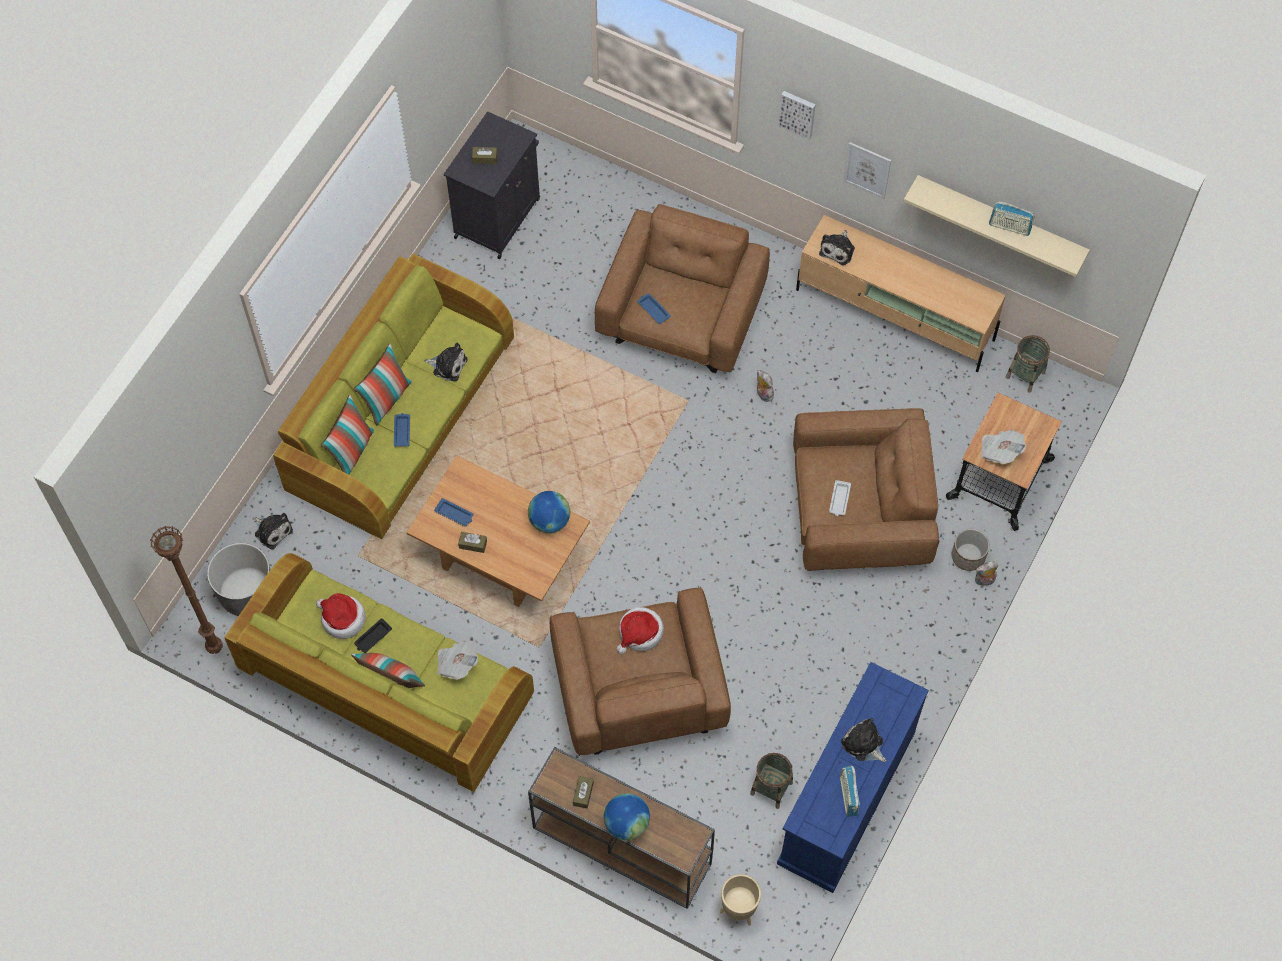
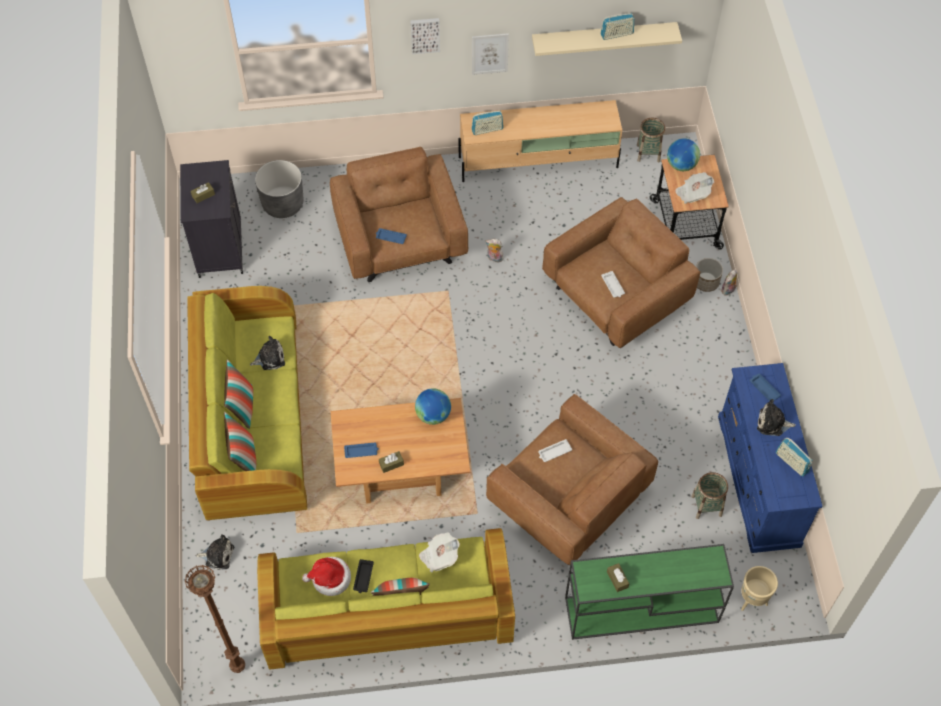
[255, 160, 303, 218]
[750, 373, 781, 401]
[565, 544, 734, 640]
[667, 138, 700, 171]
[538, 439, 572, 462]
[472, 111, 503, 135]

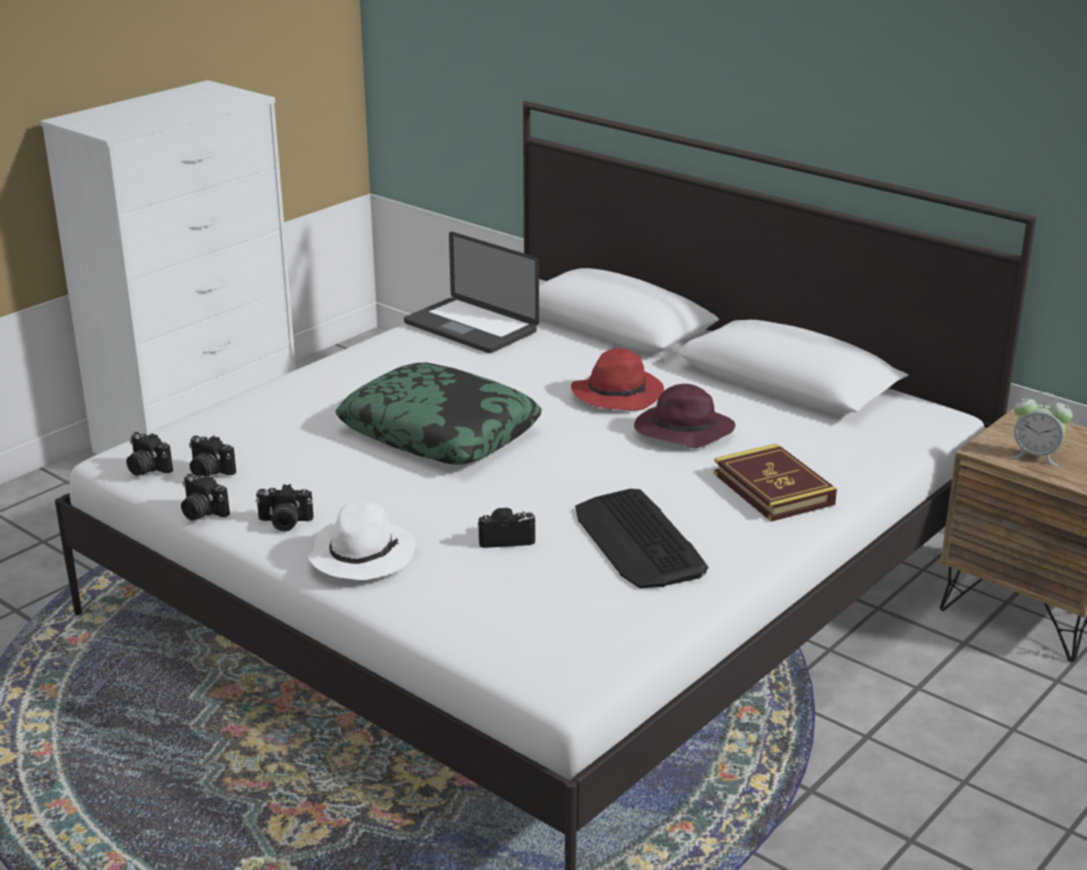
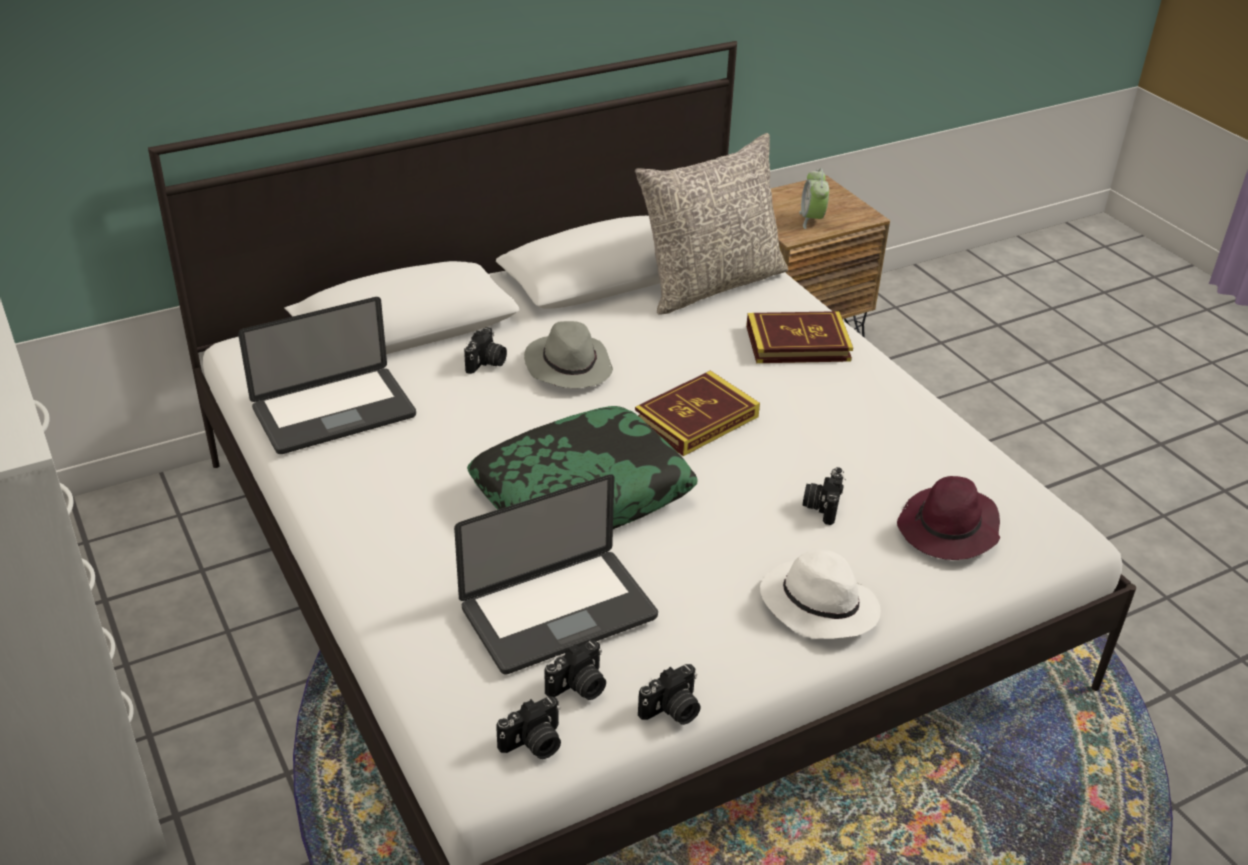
[464, 327, 507, 374]
[524, 321, 613, 388]
[575, 489, 708, 588] (first image)
[897, 476, 1000, 560]
[799, 168, 829, 229]
[454, 474, 658, 674]
[635, 133, 788, 314]
[635, 371, 760, 456]

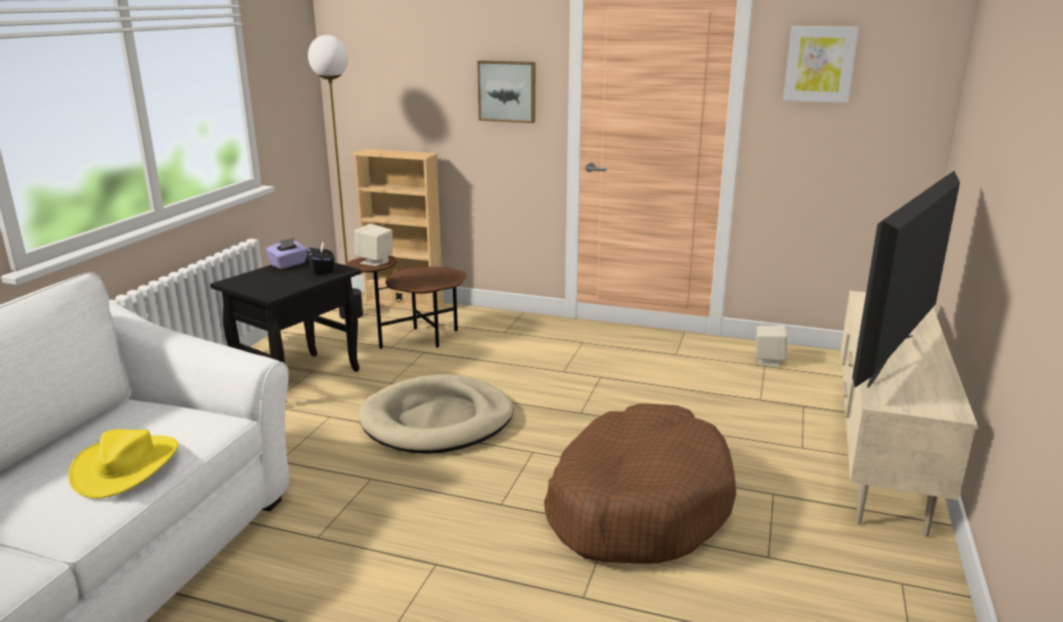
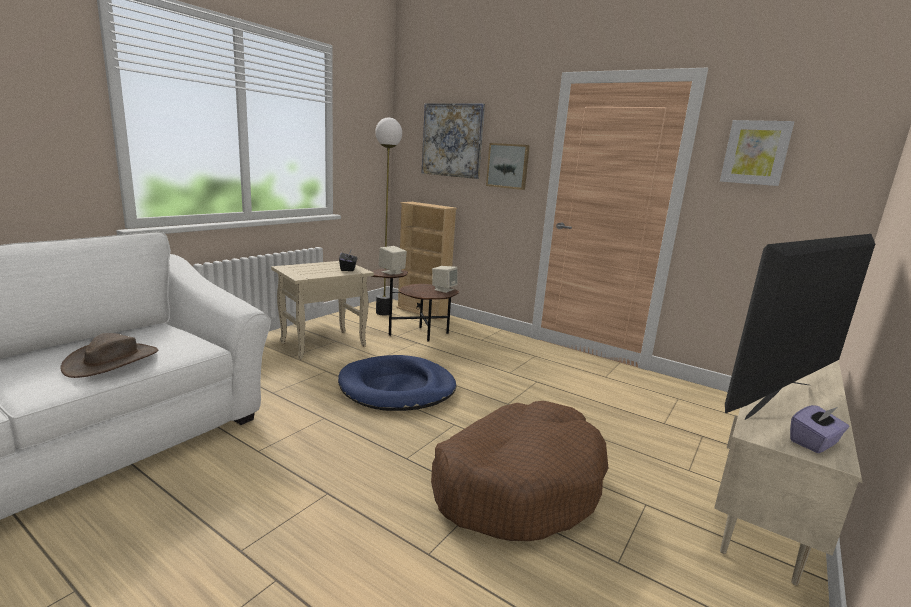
[60, 333, 158, 378]
[271, 261, 374, 360]
[790, 405, 849, 453]
[338, 355, 456, 411]
[432, 266, 457, 293]
[422, 103, 485, 179]

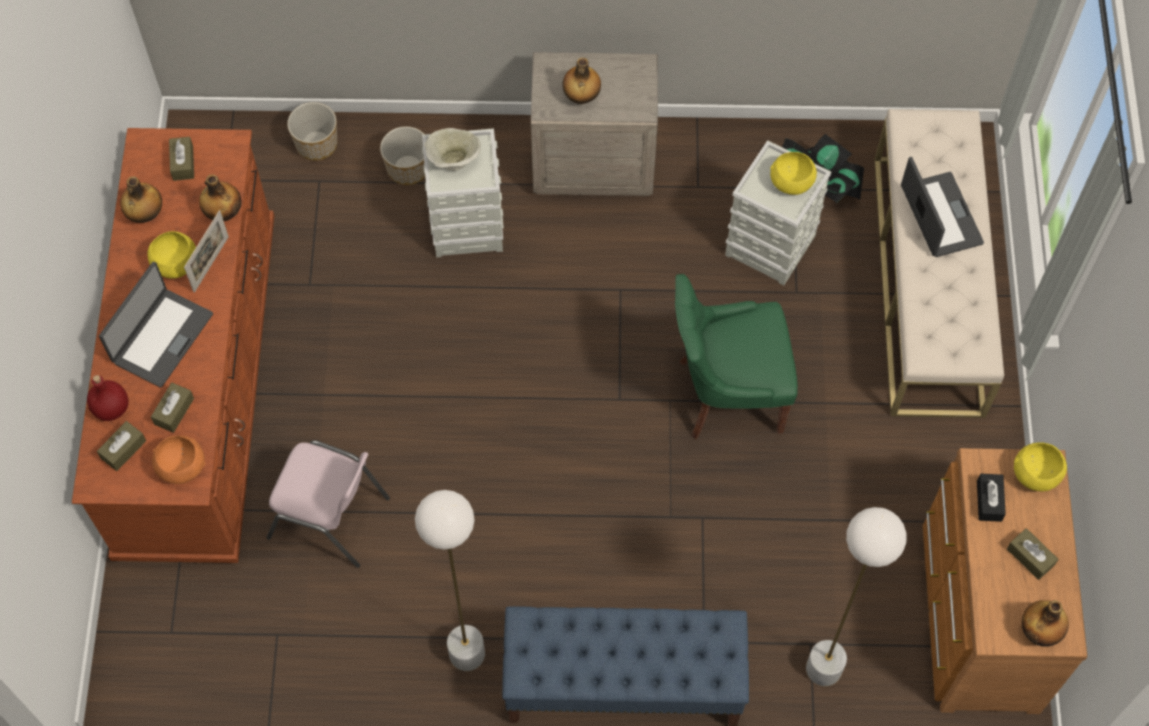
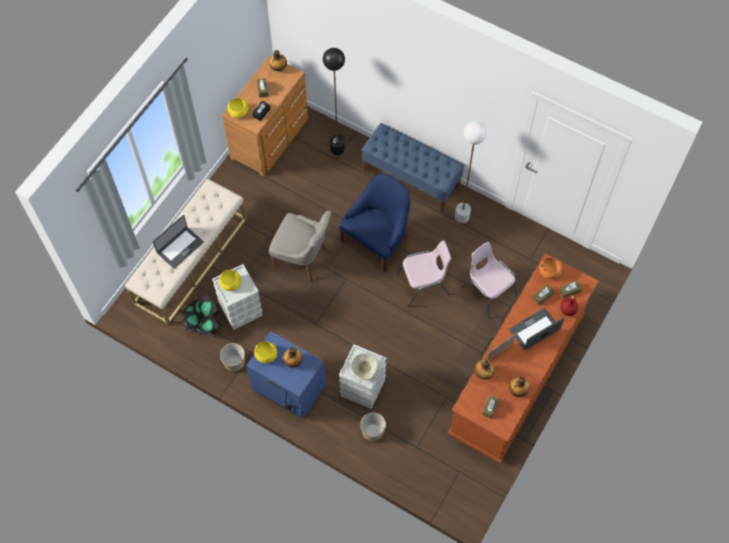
[254, 341, 277, 363]
[220, 343, 245, 372]
[246, 331, 326, 419]
[269, 210, 331, 282]
[323, 48, 345, 155]
[153, 215, 204, 268]
[339, 174, 410, 272]
[396, 240, 451, 307]

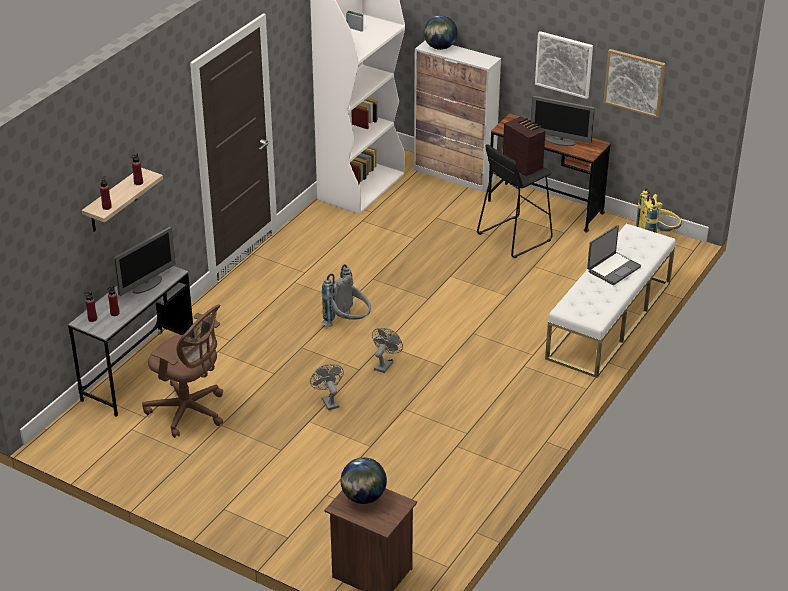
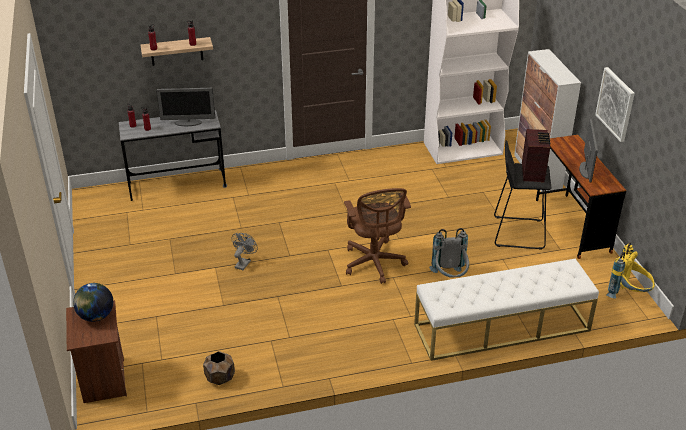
[344, 188, 411, 284]
[429, 228, 469, 278]
[372, 328, 403, 373] (first image)
[424, 15, 458, 50] (first image)
[579, 119, 598, 182]
[587, 225, 641, 285] (first image)
[603, 49, 665, 118] (first image)
[203, 351, 235, 385]

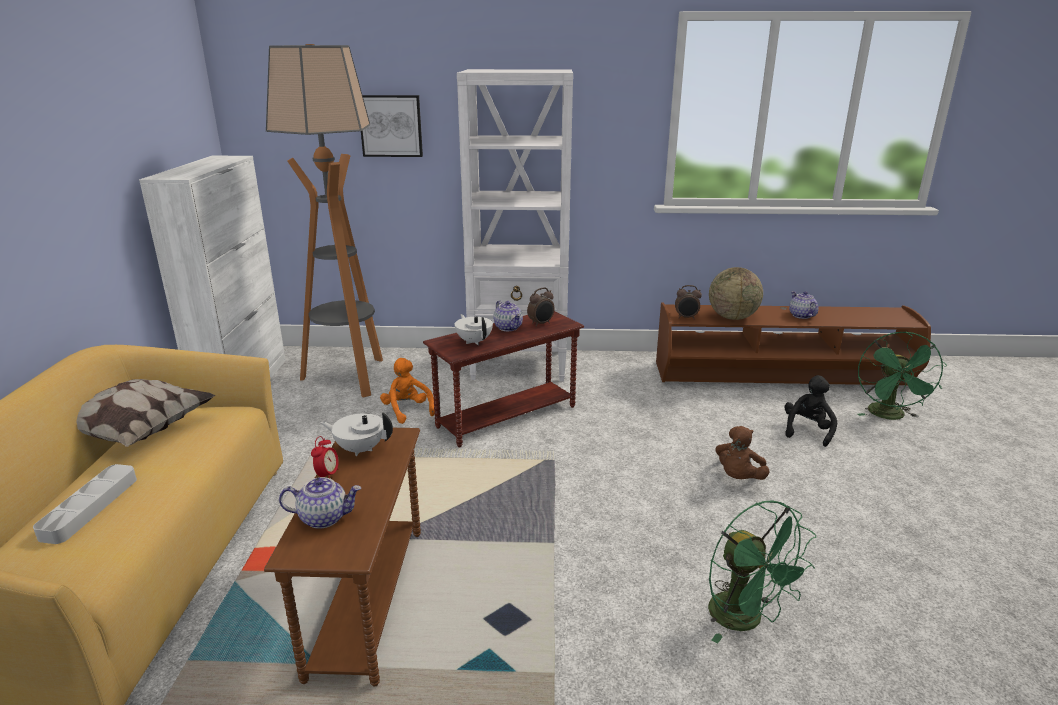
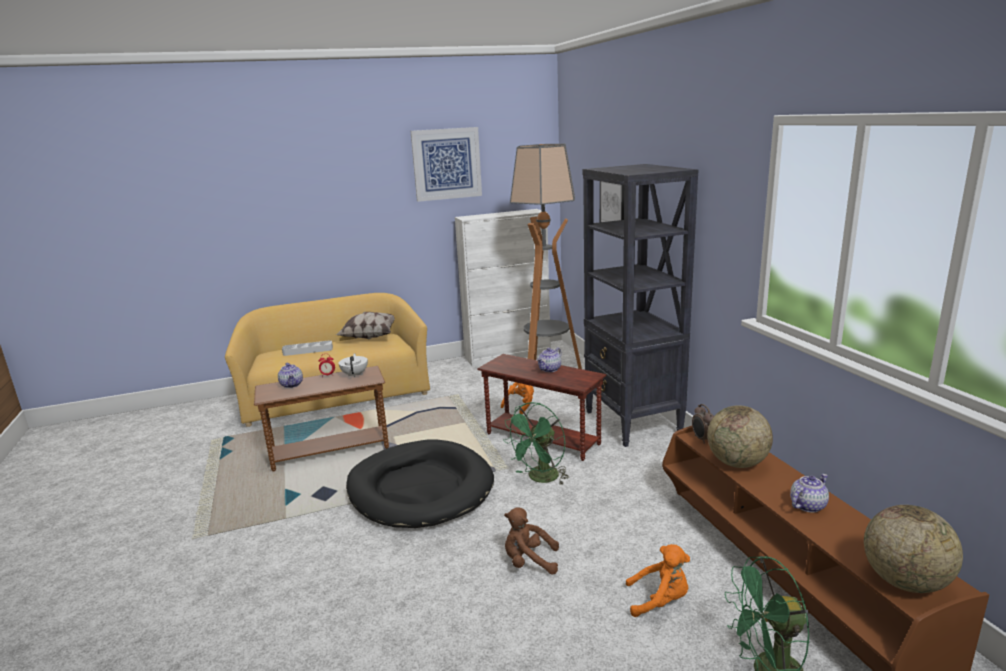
[455, 314, 493, 345] (first image)
[583, 164, 699, 447]
[527, 287, 555, 327] (first image)
[503, 402, 569, 484]
[626, 544, 690, 617]
[346, 439, 494, 528]
[411, 127, 482, 202]
[864, 505, 963, 593]

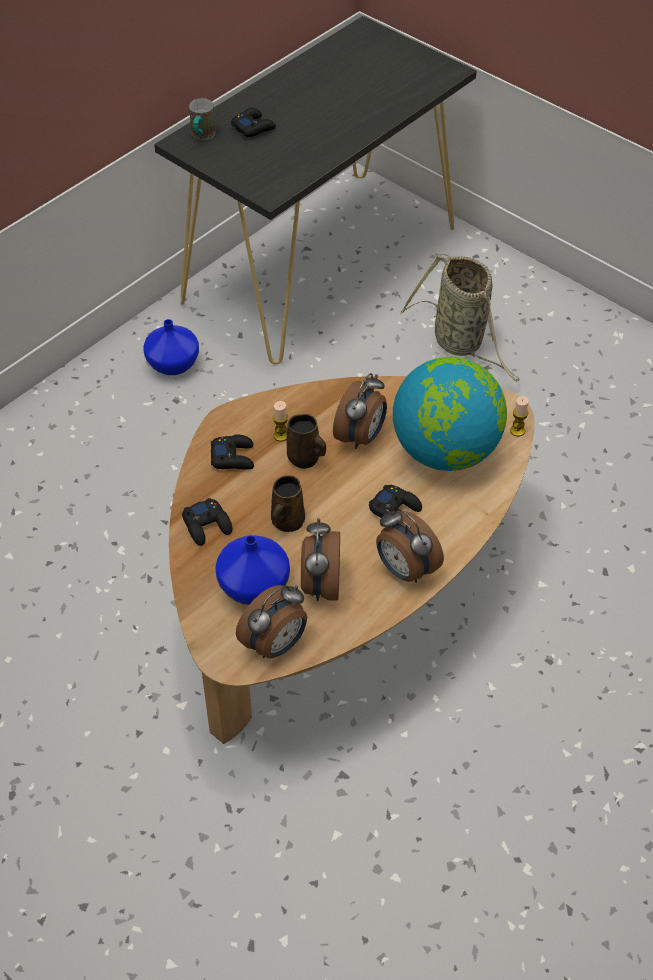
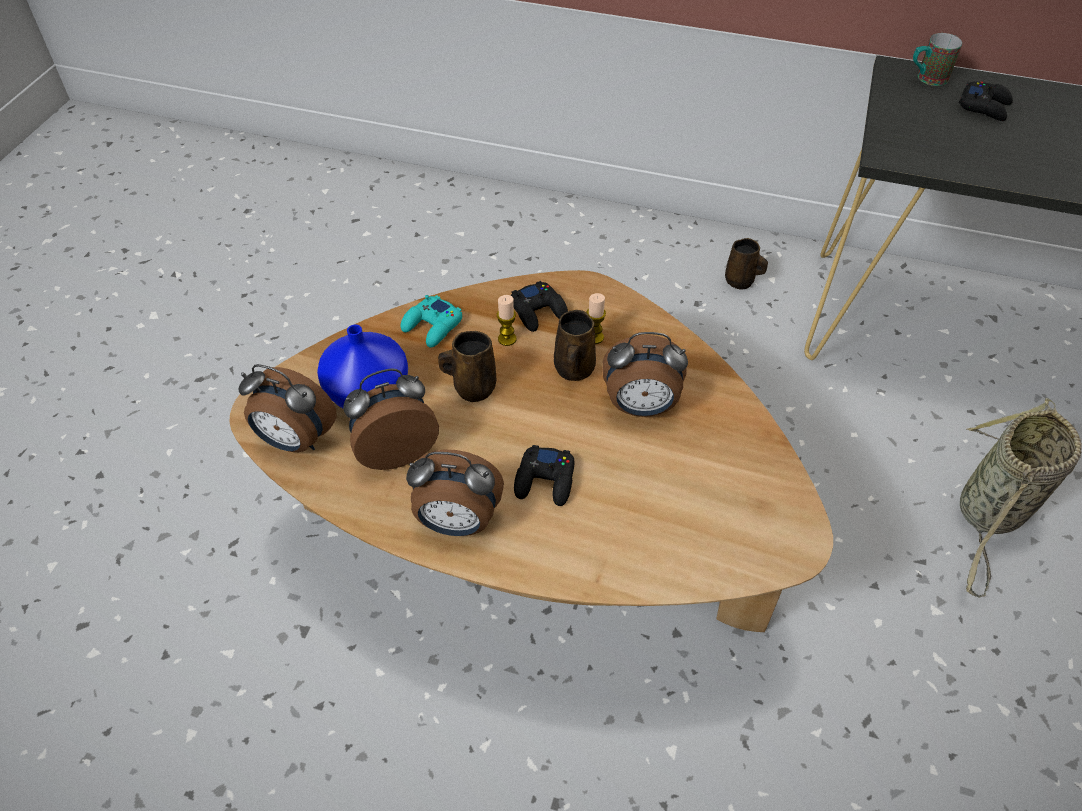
[725, 238, 768, 289]
[401, 295, 462, 348]
[406, 450, 504, 536]
[393, 357, 507, 471] (first image)
[497, 295, 516, 346]

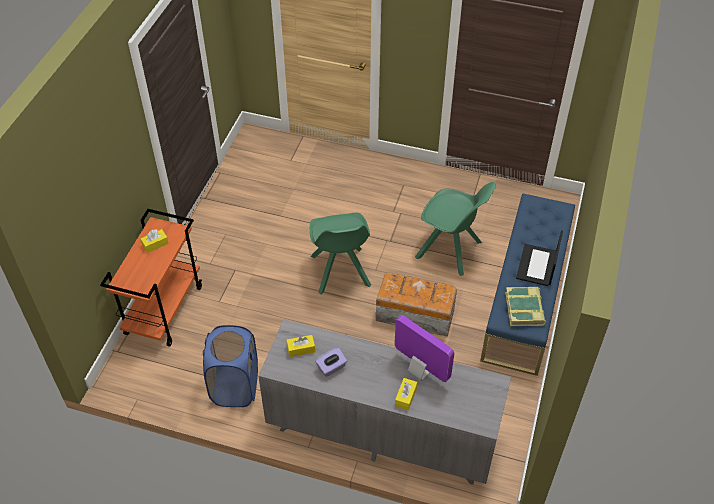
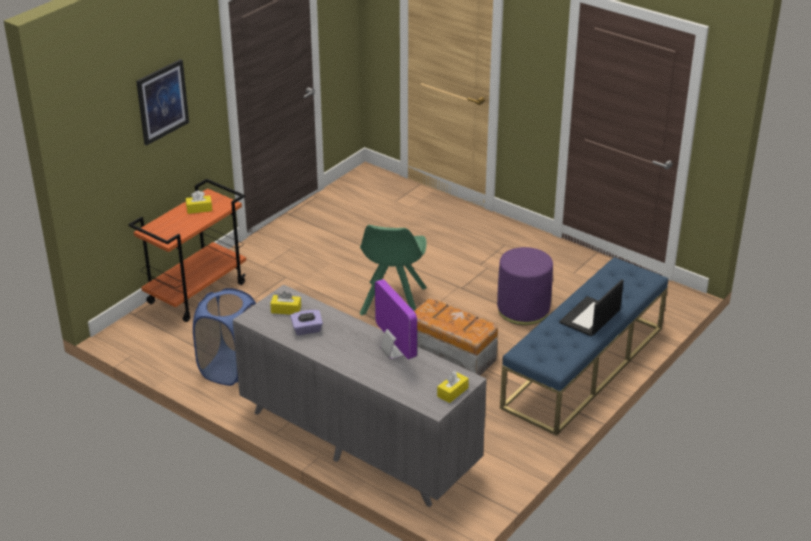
[437, 371, 469, 403]
[497, 247, 553, 325]
[505, 287, 546, 326] (first image)
[136, 59, 189, 146]

